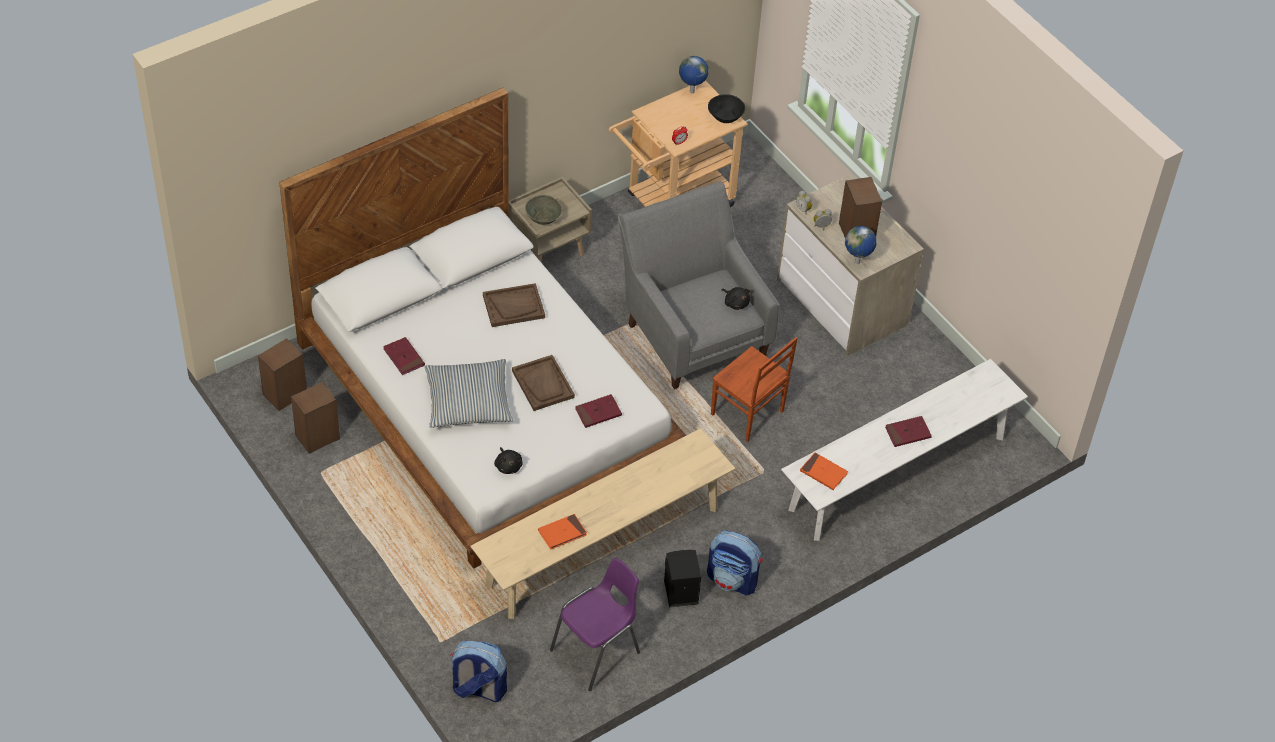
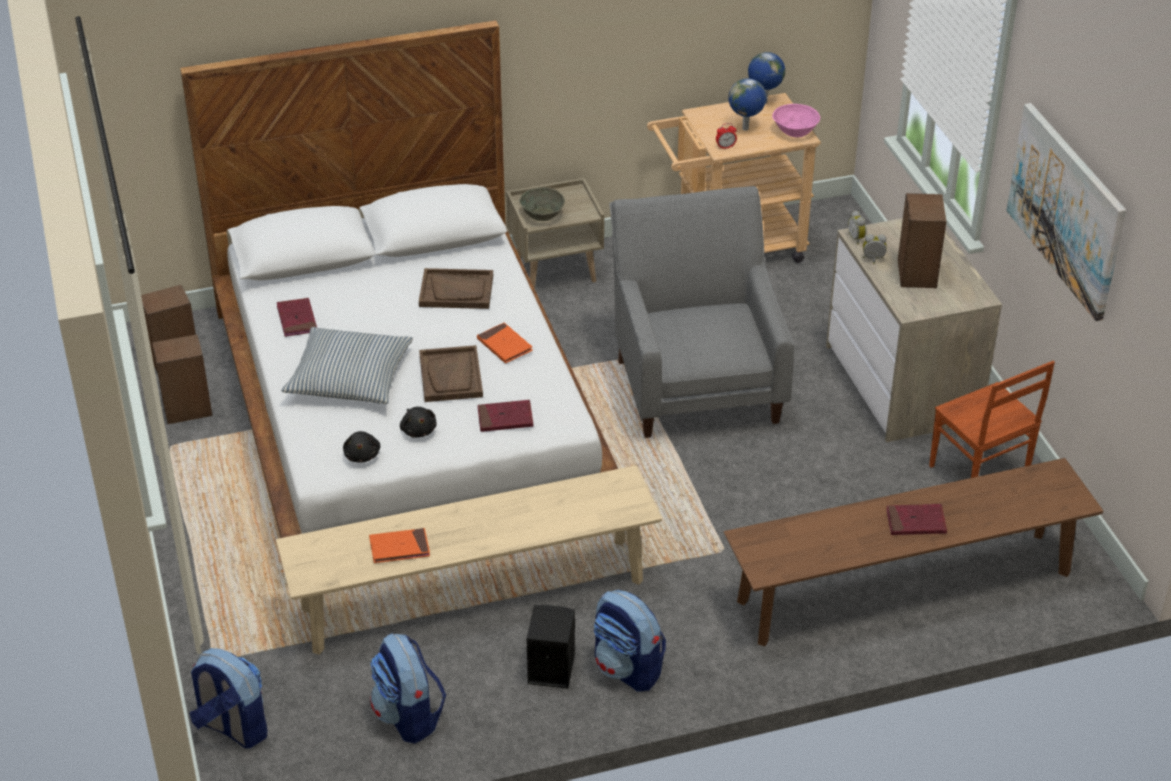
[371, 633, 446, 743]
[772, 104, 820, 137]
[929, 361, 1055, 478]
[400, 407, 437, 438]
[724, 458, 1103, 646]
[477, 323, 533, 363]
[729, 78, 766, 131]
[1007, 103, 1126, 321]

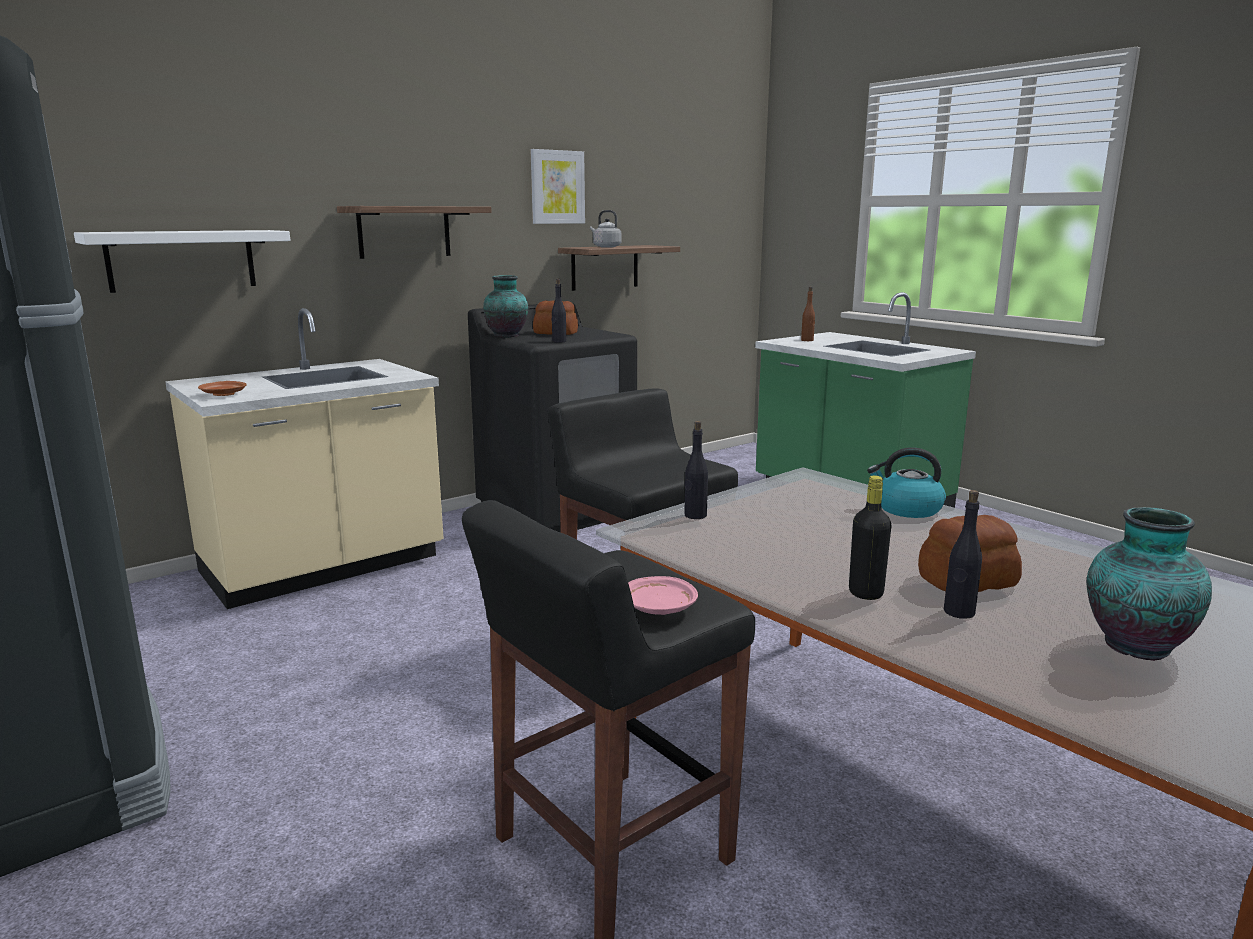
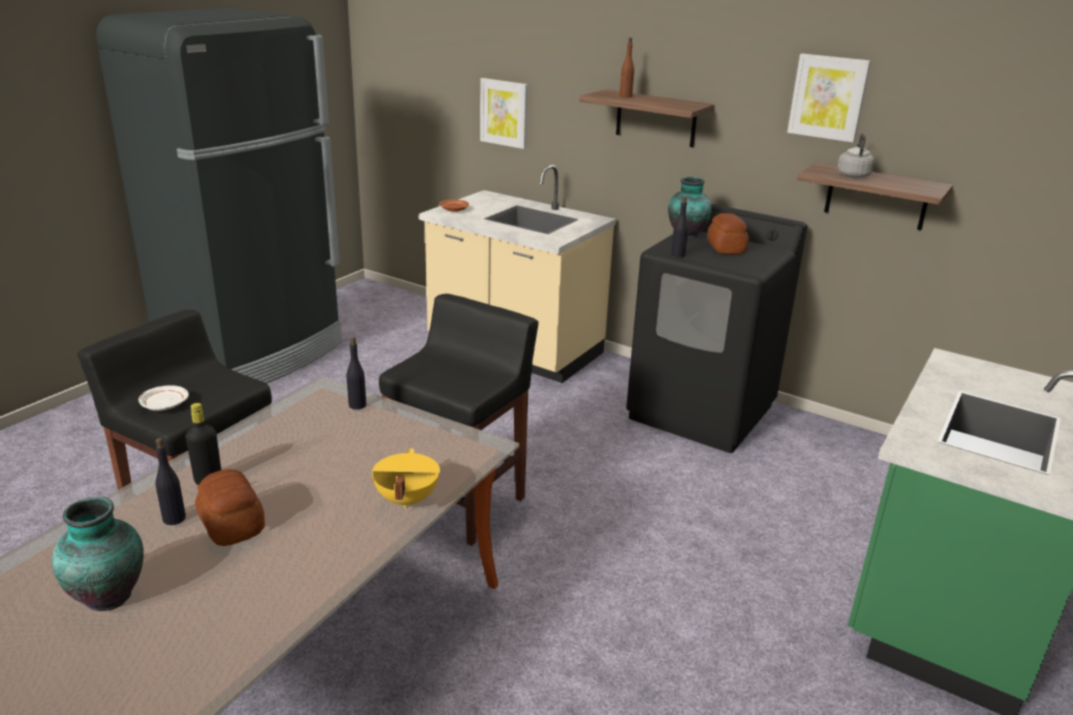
[480, 78, 528, 149]
[138, 385, 189, 411]
[619, 38, 634, 98]
[372, 448, 440, 509]

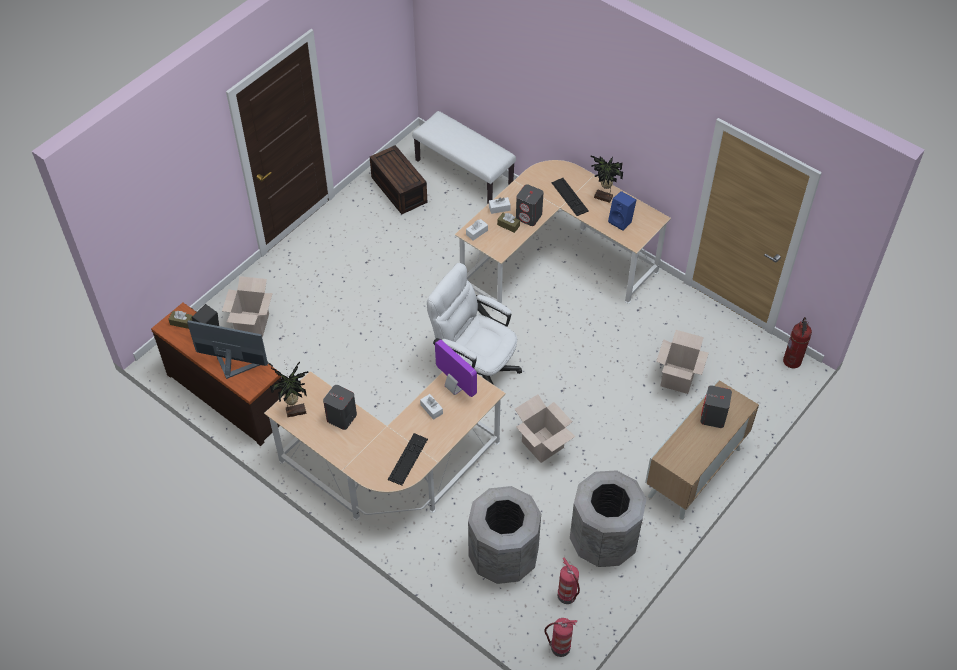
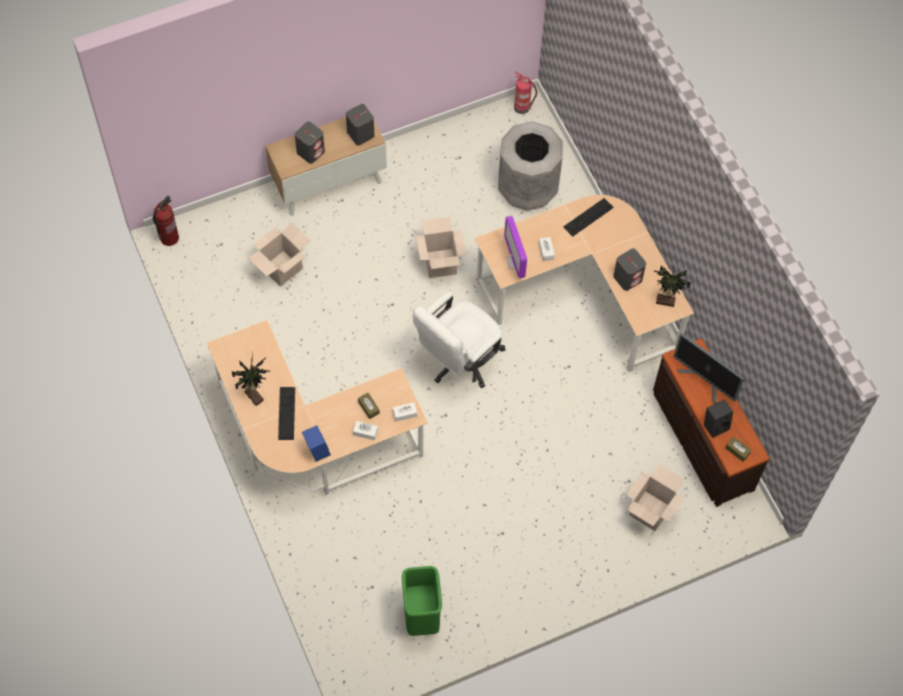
[402, 566, 442, 636]
[412, 111, 516, 204] (first image)
[413, 291, 505, 388]
[346, 104, 374, 145]
[558, 557, 580, 604] (first image)
[570, 470, 647, 567] (first image)
[302, 425, 331, 462]

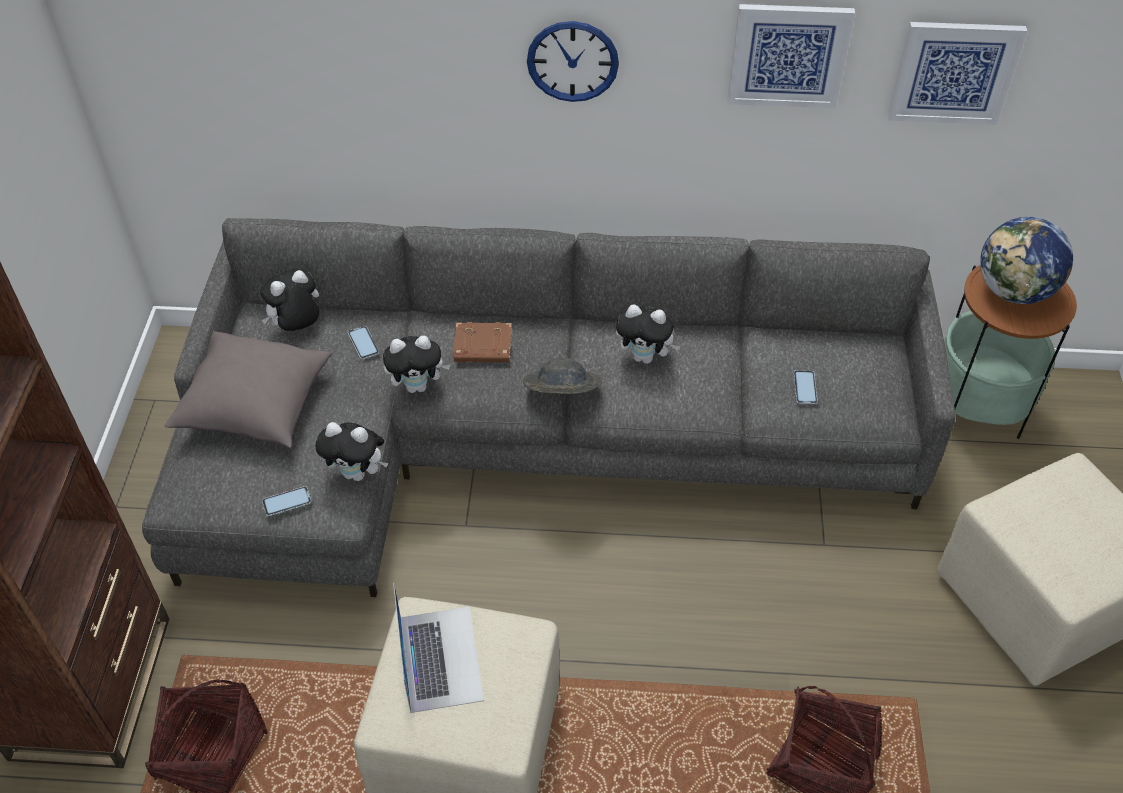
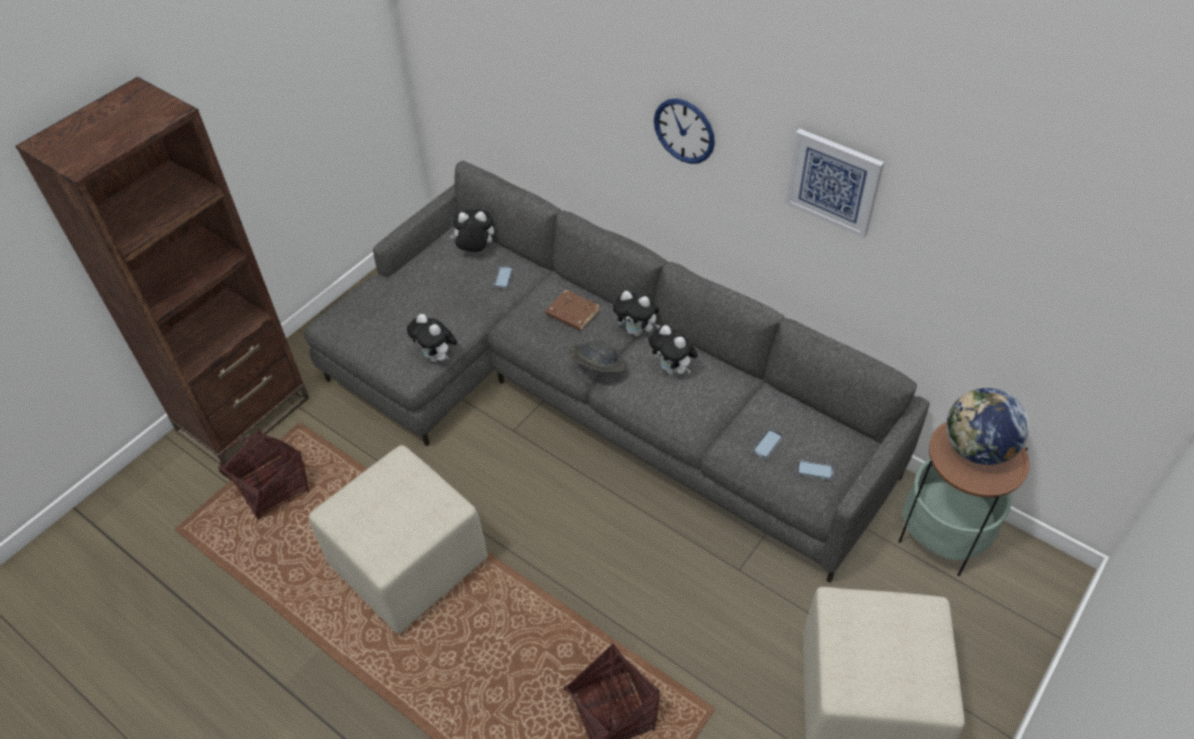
[165, 331, 332, 448] (first image)
[796, 460, 834, 480]
[613, 291, 661, 337]
[393, 583, 484, 713] (first image)
[887, 22, 1027, 125] (first image)

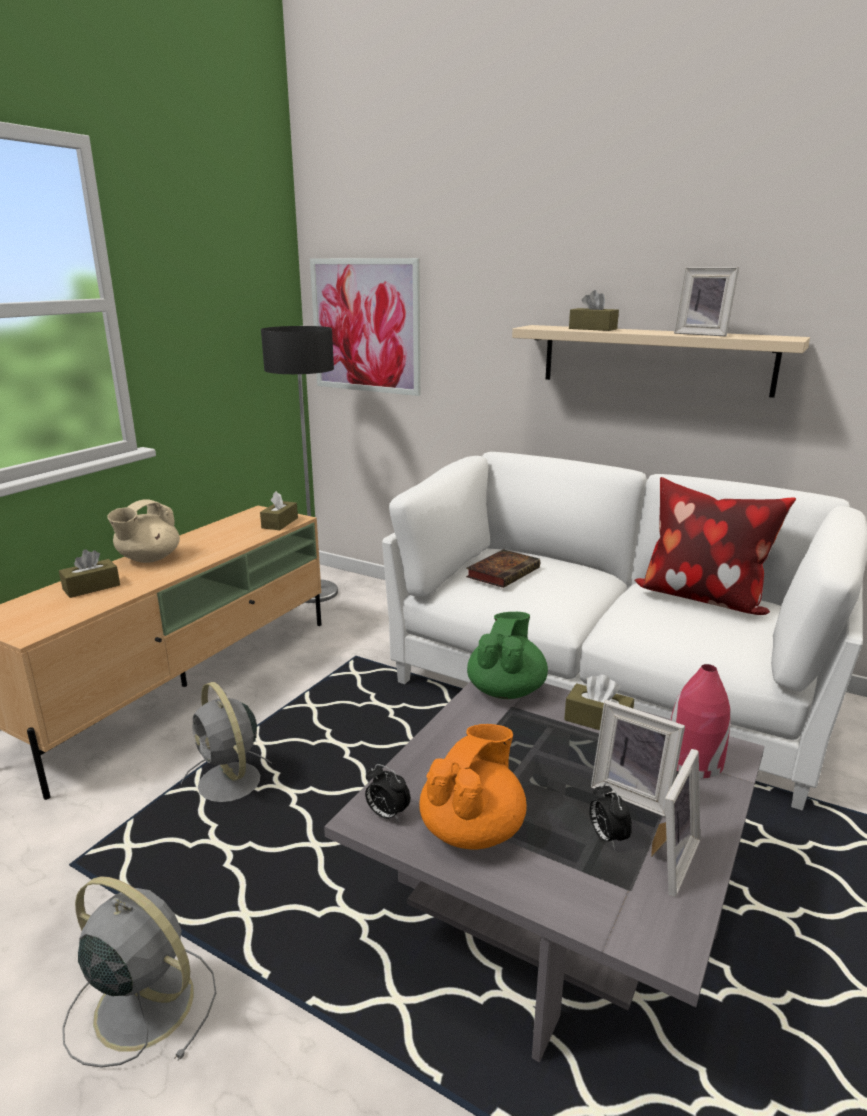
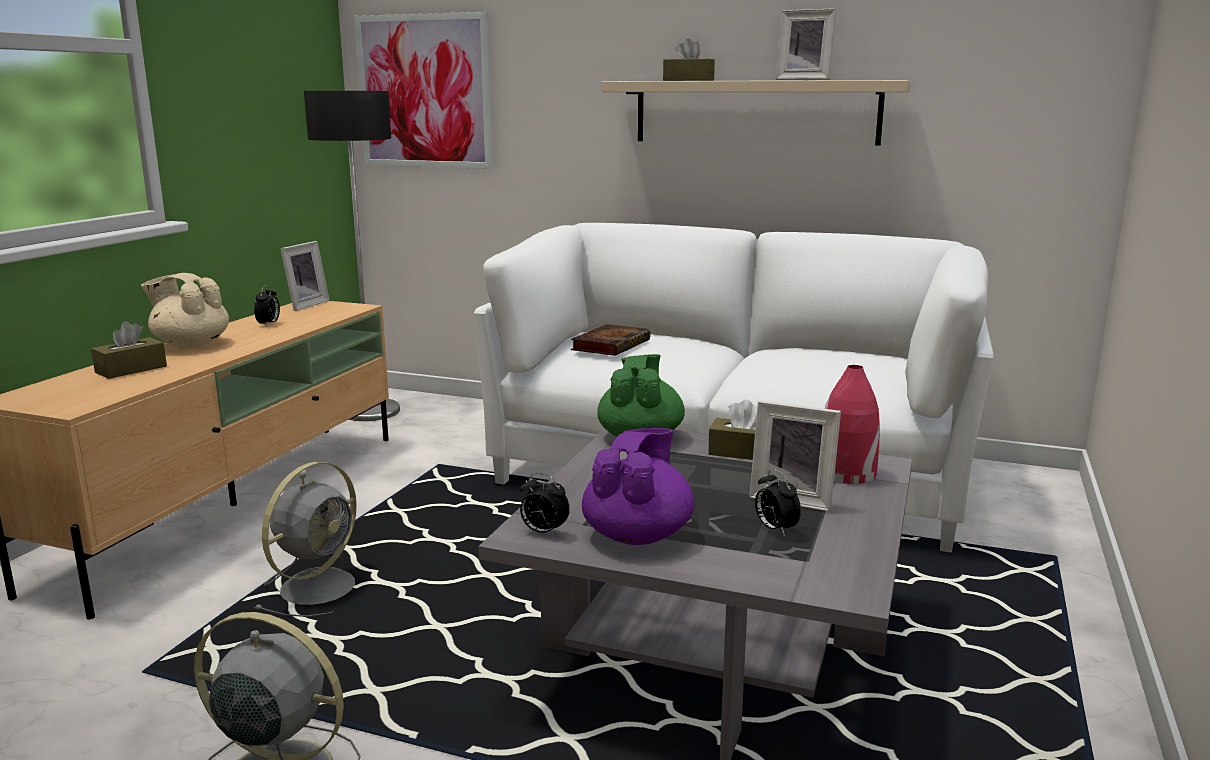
[141, 273, 229, 349]
[254, 461, 357, 617]
[260, 491, 298, 530] (first image)
[582, 428, 694, 545]
[635, 477, 796, 615] (first image)
[280, 241, 330, 311]
[254, 285, 280, 326]

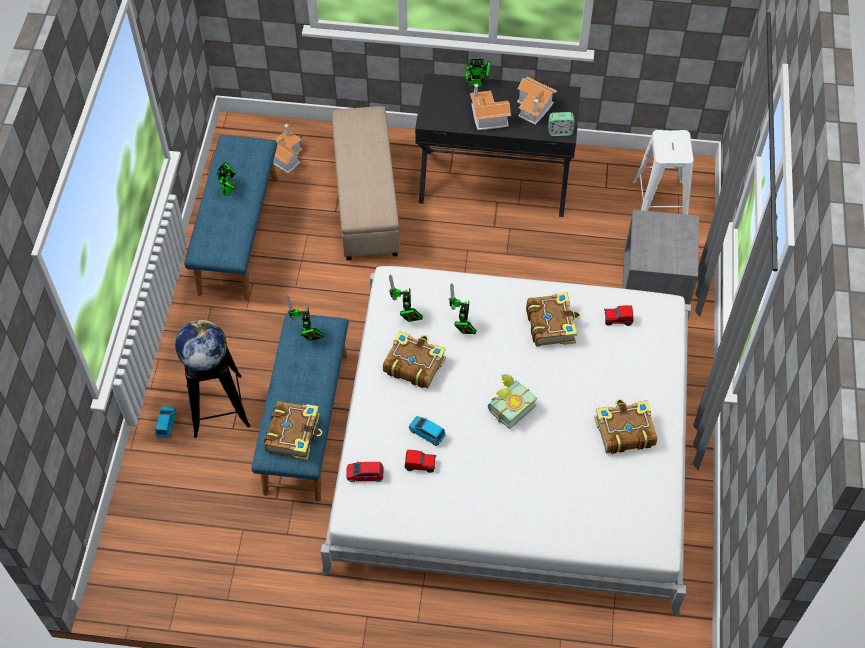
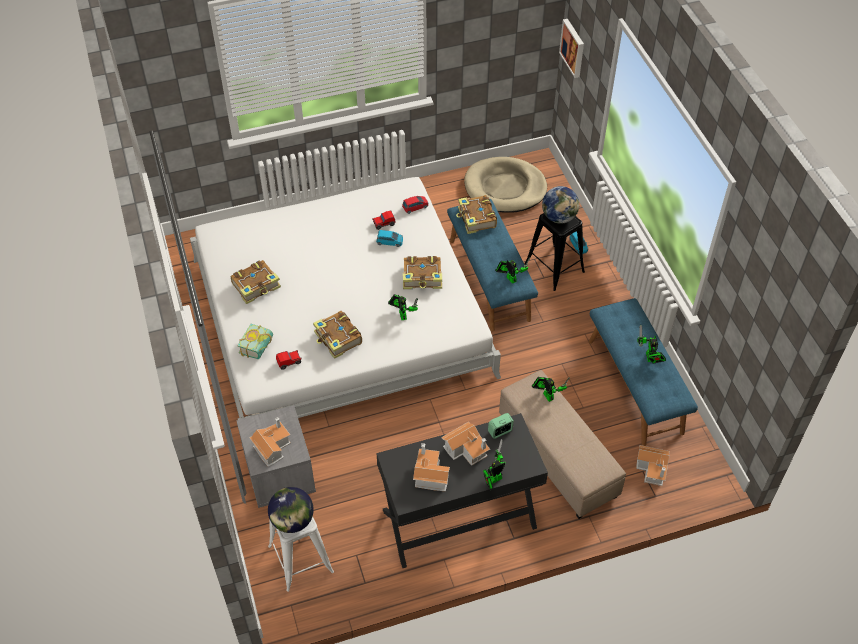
[532, 377, 570, 402]
[237, 324, 273, 359]
[488, 413, 514, 439]
[250, 417, 291, 467]
[268, 487, 314, 533]
[464, 157, 547, 213]
[559, 19, 584, 78]

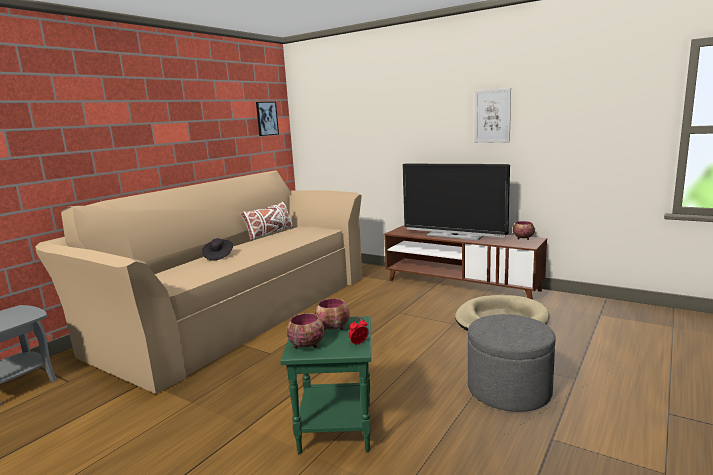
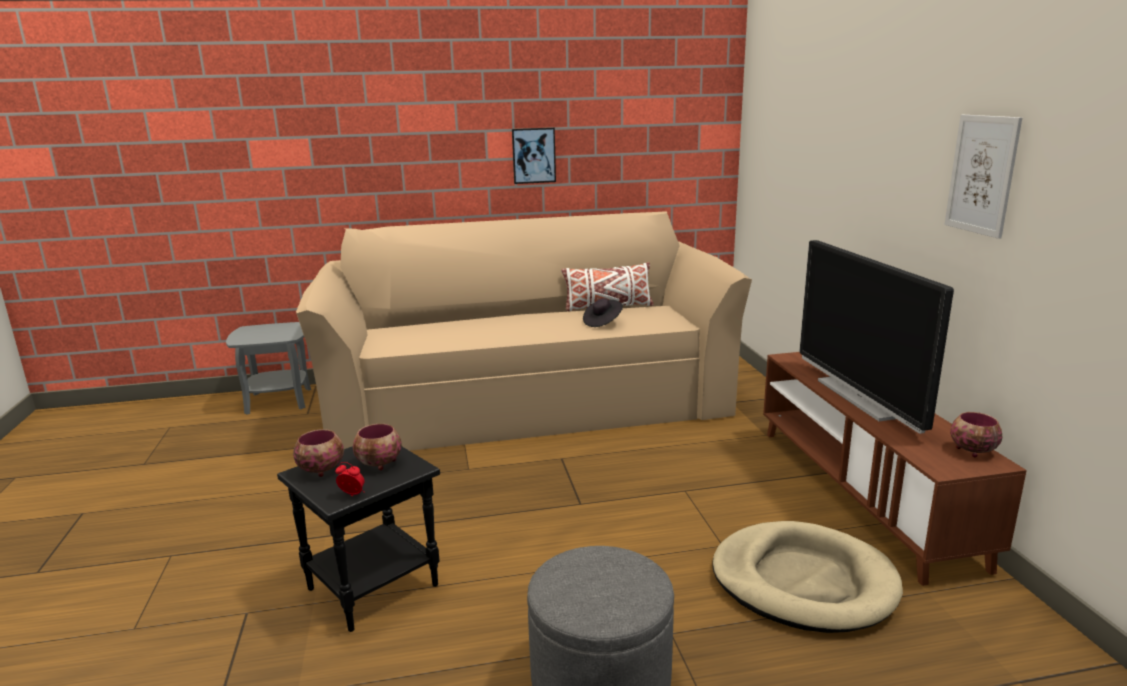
[583, 298, 623, 327]
[512, 128, 556, 184]
[277, 446, 440, 632]

